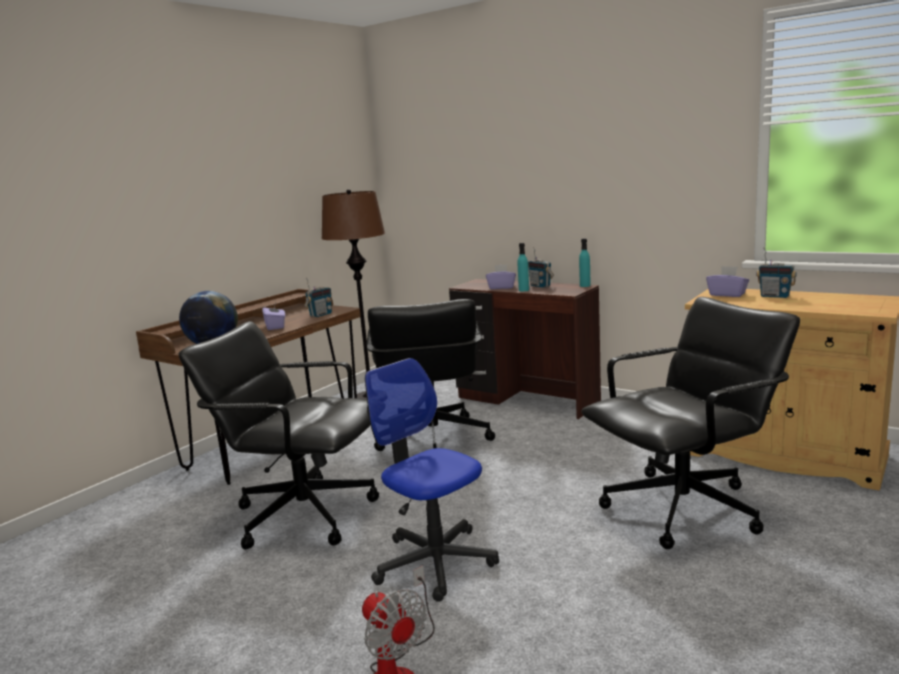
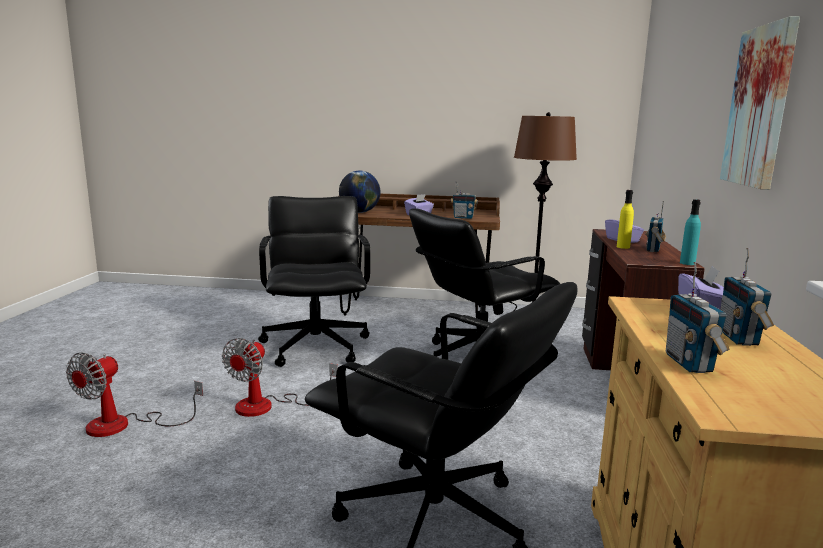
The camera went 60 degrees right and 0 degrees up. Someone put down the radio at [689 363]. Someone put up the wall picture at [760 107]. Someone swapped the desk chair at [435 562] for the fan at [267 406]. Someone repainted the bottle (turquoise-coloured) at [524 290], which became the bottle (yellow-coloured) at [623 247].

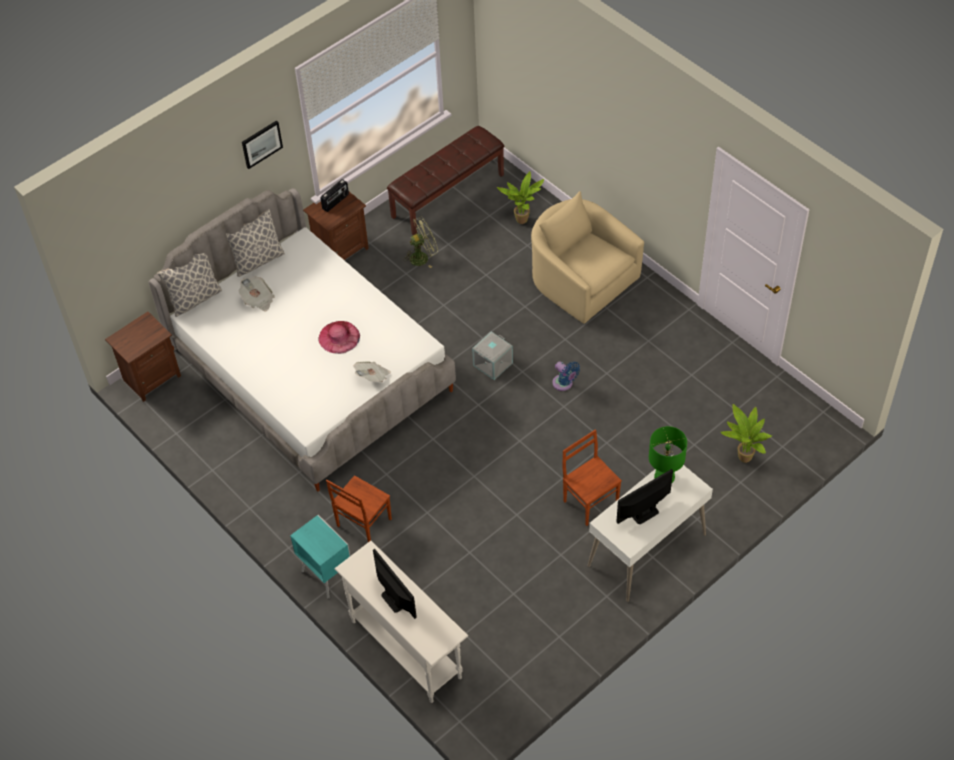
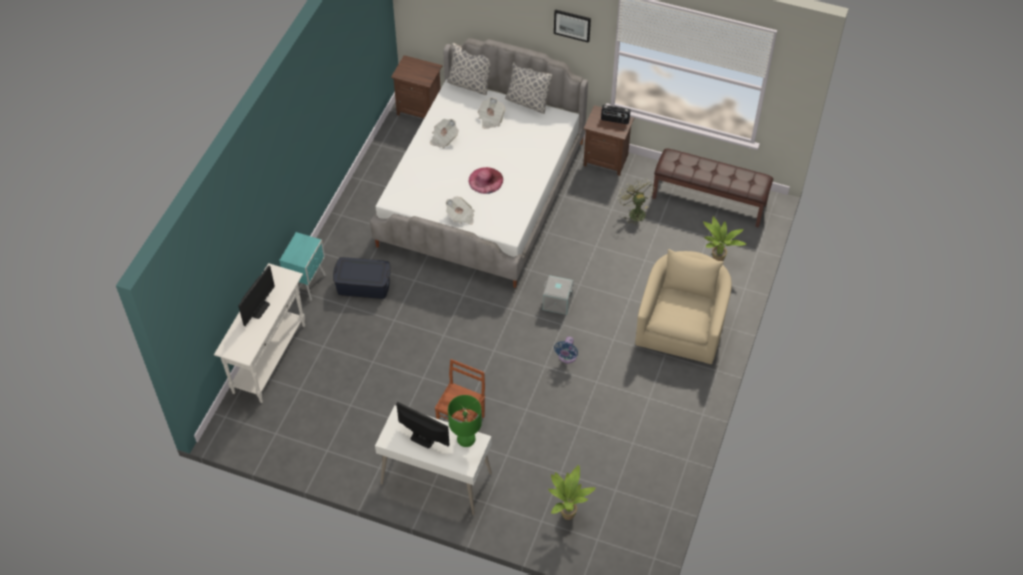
The camera went 60 degrees right and 0 degrees up. Someone put down the printed paper at [443 139]. Someone swapped the chair (brownish) at [363 523] for the storage container (blue-coloured) at [363 285]. Someone rotated the fan (greenish) at [422 257] by 150 degrees counterclockwise.

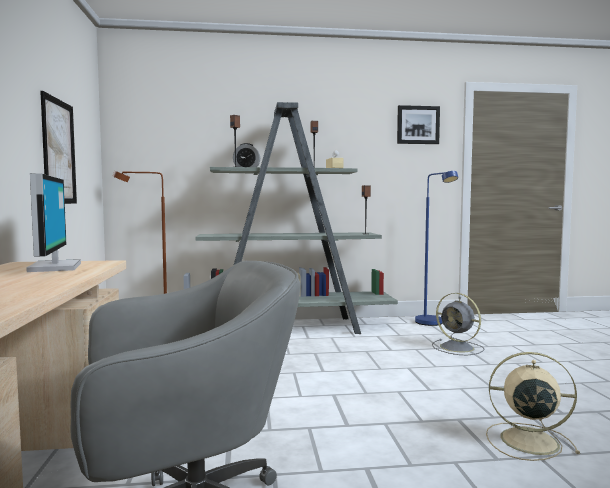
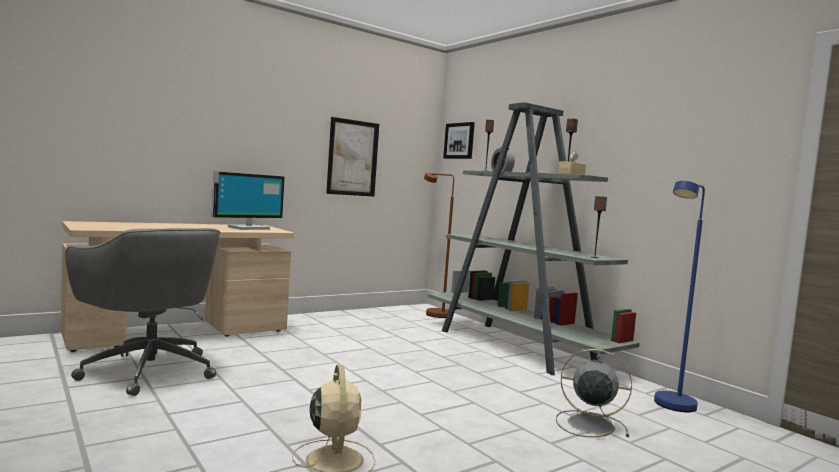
The camera went 60 degrees right and 0 degrees up. Someone carried the wall picture from [418 125] to [459 141]. Someone rotated the fan (greyish) at [458 348] by 90 degrees clockwise.

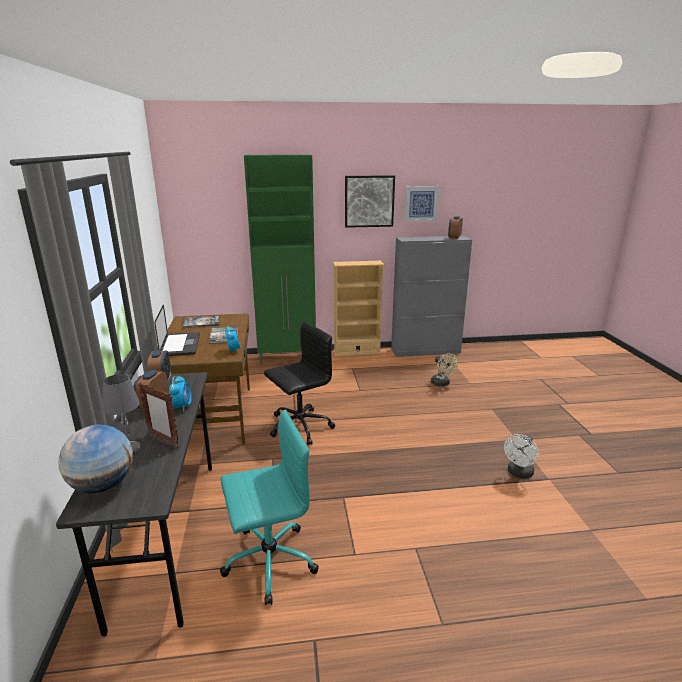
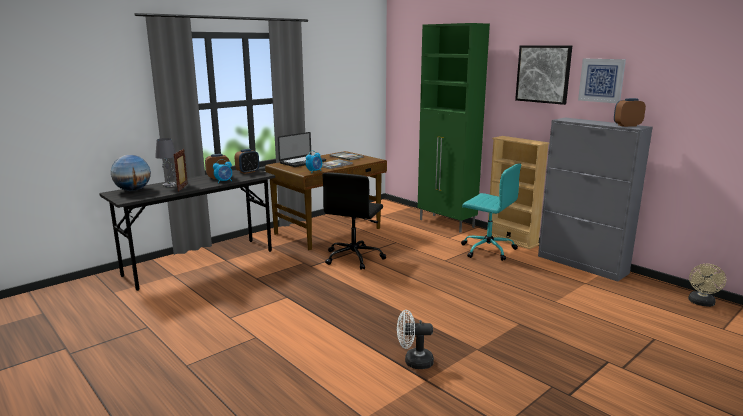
The camera went 55 degrees right and 5 degrees down. Someone carried the desk chair (turquoise-coloured) from [268 561] to [487 249]. Someone carried the fan (sand-coloured) from [442 384] to [701 303]. Someone rotated the desk chair (black) at [299 426] by 90 degrees clockwise.

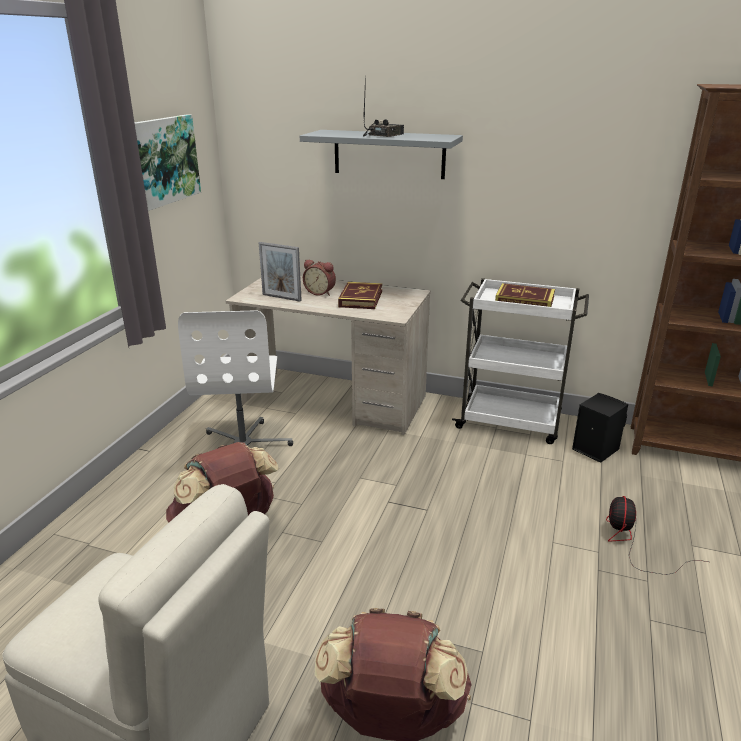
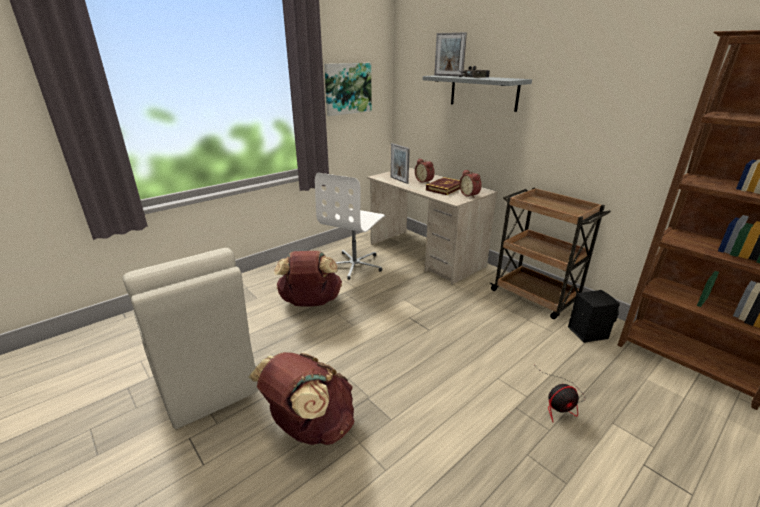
The camera went 30 degrees right and 0 degrees up. Someone took away the book at [524 300]. Someone put down the picture frame at [448 75]. Someone put down the alarm clock at [470 195]. Someone repainted the cart (white) at [511 421], which became the cart (brownish) at [535 297]. Someone rotated the fan at [633 544] by 150 degrees counterclockwise.

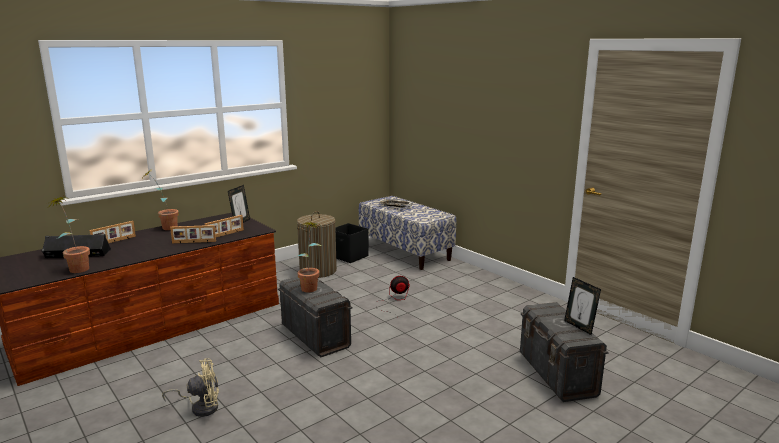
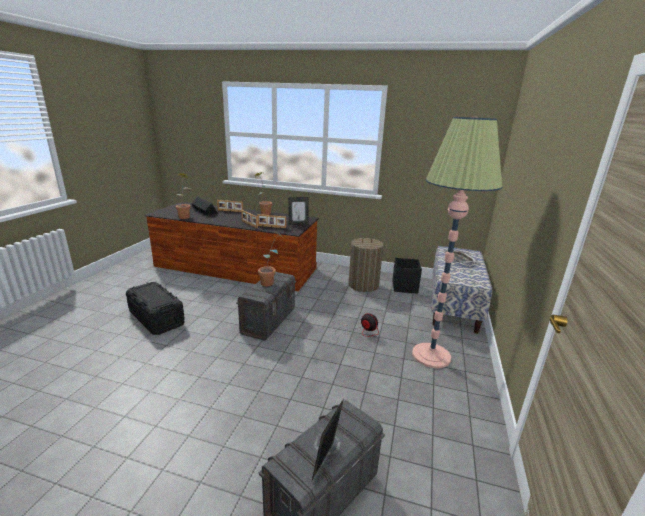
The camera went 55 degrees right and 5 degrees up. Someone put down the floor lamp at [431 355]. Someone swapped the fan (sand-coloured) at [201 407] for the storage container (black) at [156 318].

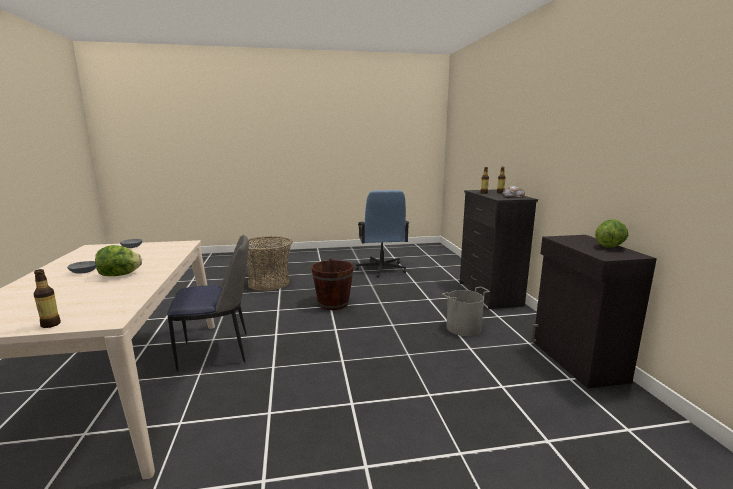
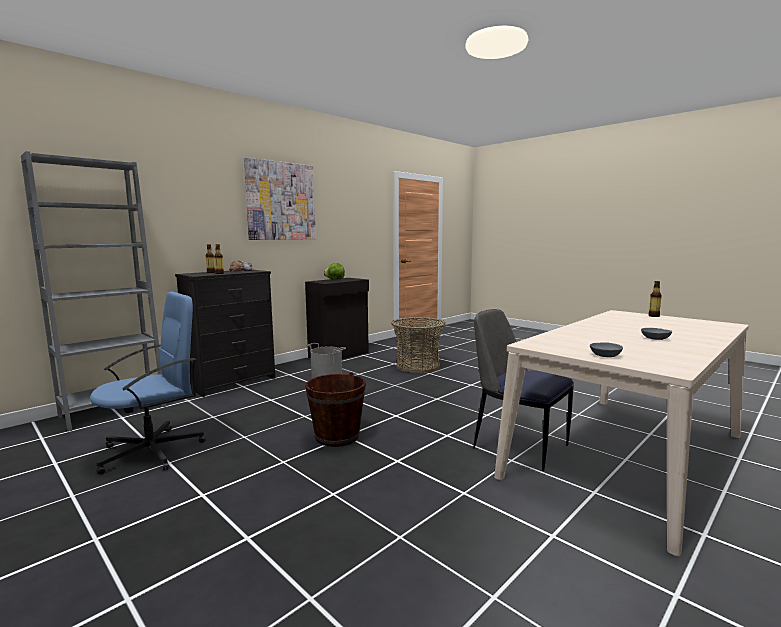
The camera went 125 degrees left and 5 degrees down. Someone took away the head of lettuce at [120 275]. Someone put down the shelving unit (greyish) at [113 411]. Someone put up the wall picture at [280 201]. Someone carried the household basket from [268 283] to [418 366].

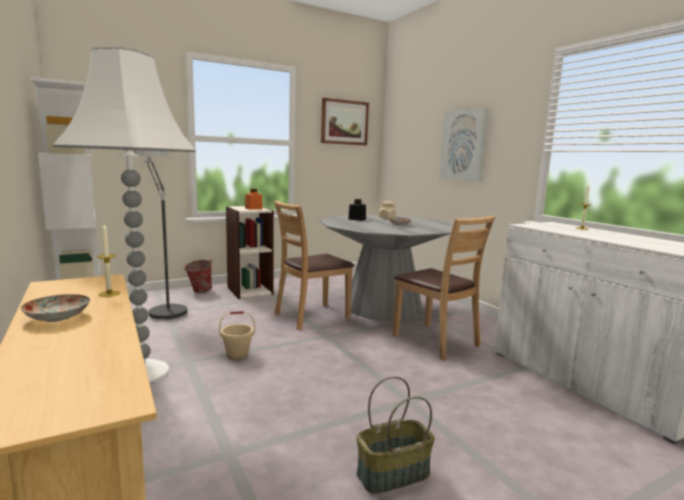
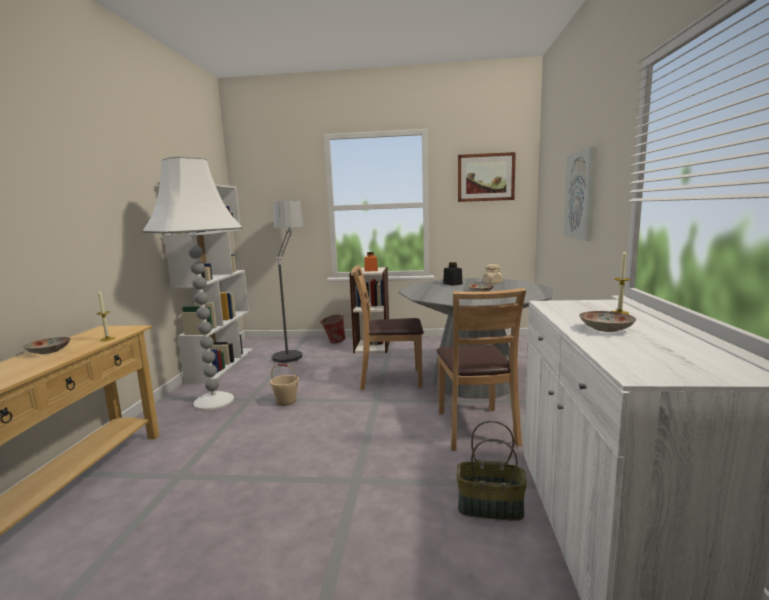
The camera went 35 degrees right and 0 degrees up. Someone put down the flat dish at [606 329]. Someone carried the household basket from [393 475] to [489 508].

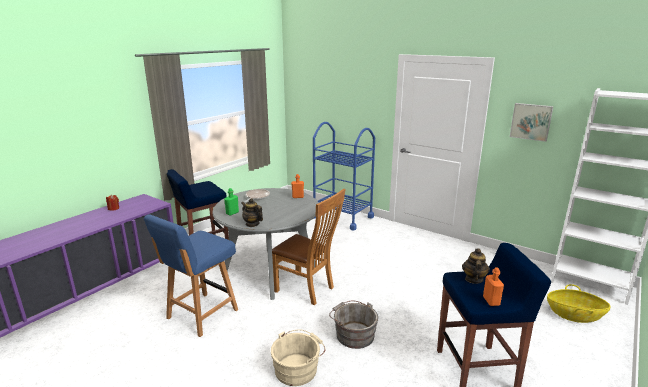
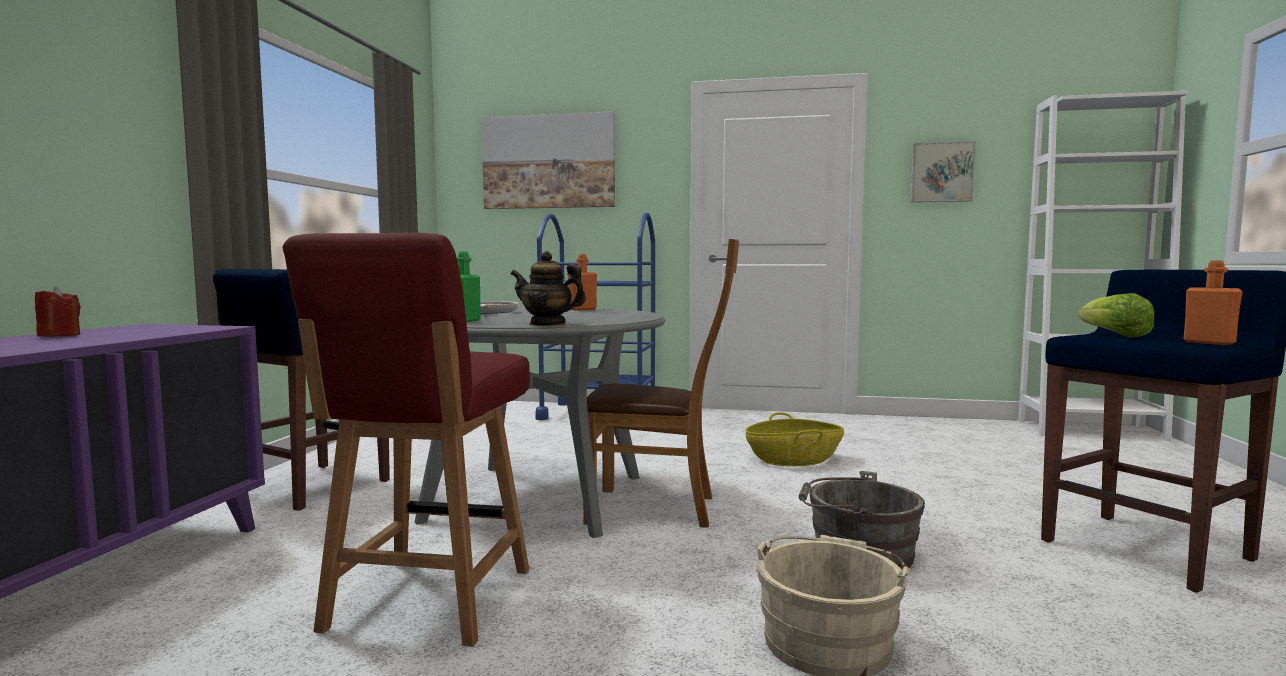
The camera went 25 degrees left and 15 degrees down. Someone put up the wall picture at [549 162]. Someone carried the household basket from [574 315] to [794 460]. Someone swapped the teapot at [473 279] for the head of lettuce at [1114 335]. Someone repainted the chair (blue-coloured) at [201 315], which became the chair (reddish) at [428 601].

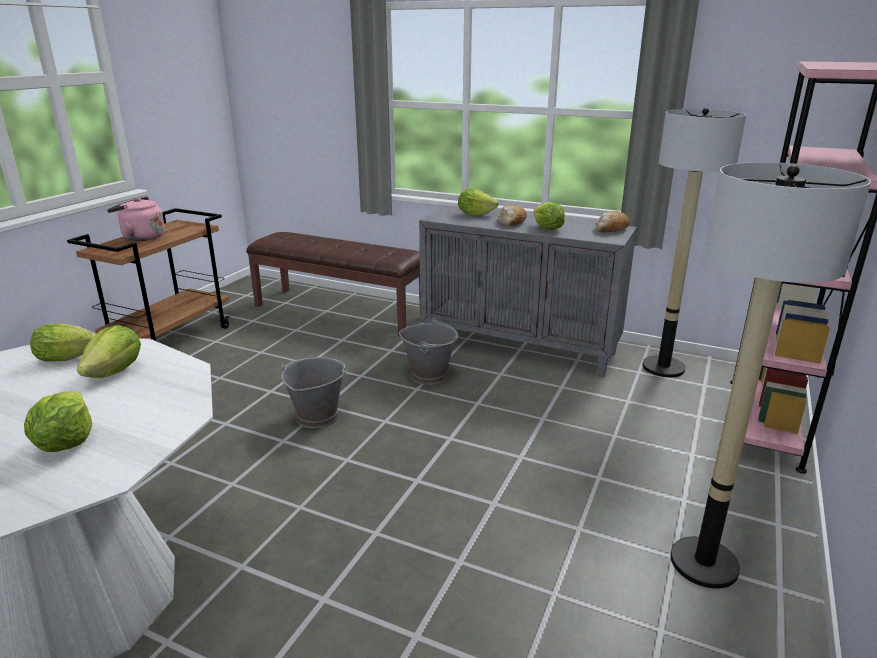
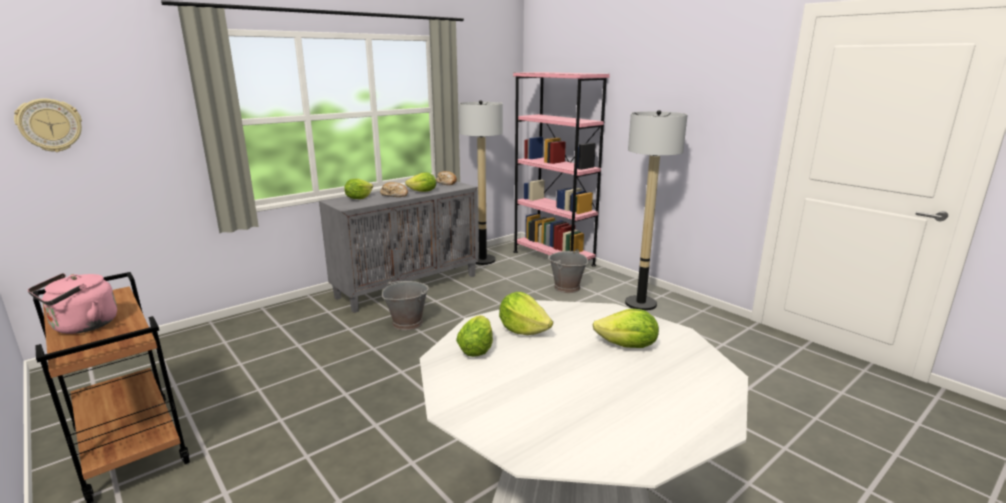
The camera went 65 degrees left and 5 degrees down. Someone took away the bench (brownish) at [340 311]. Someone put up the wall clock at [50 125]. Someone carried the pail (greyish) from [317 416] to [566 288].

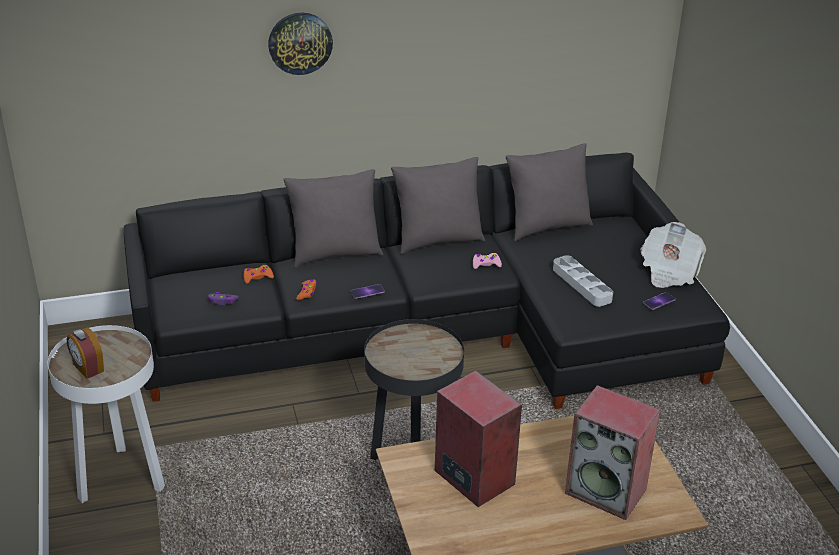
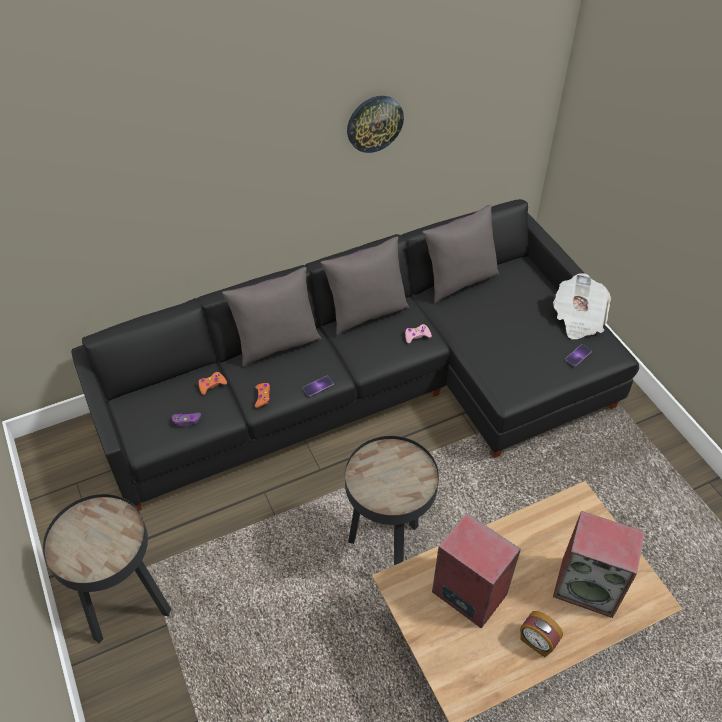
The camera went 10 degrees left and 15 degrees up. Someone took away the carrying tray (greyish) at [581 284]. Someone carried the alarm clock from [87 368] to [537 642]. Someone carried the wall clock from [300 43] to [374 123]. Someone repainted the accent table (white) at [122 479], which became the accent table (black) at [129 608].

